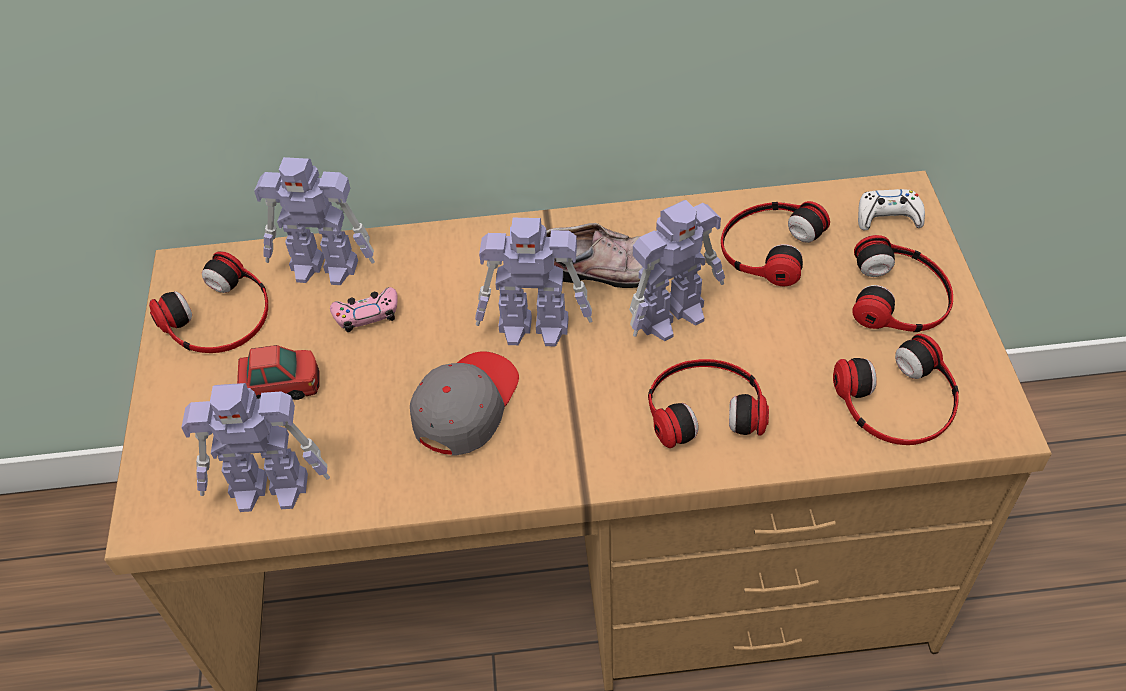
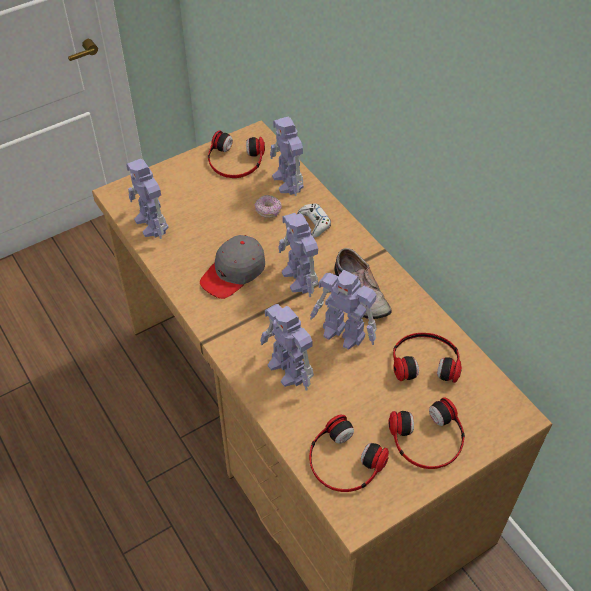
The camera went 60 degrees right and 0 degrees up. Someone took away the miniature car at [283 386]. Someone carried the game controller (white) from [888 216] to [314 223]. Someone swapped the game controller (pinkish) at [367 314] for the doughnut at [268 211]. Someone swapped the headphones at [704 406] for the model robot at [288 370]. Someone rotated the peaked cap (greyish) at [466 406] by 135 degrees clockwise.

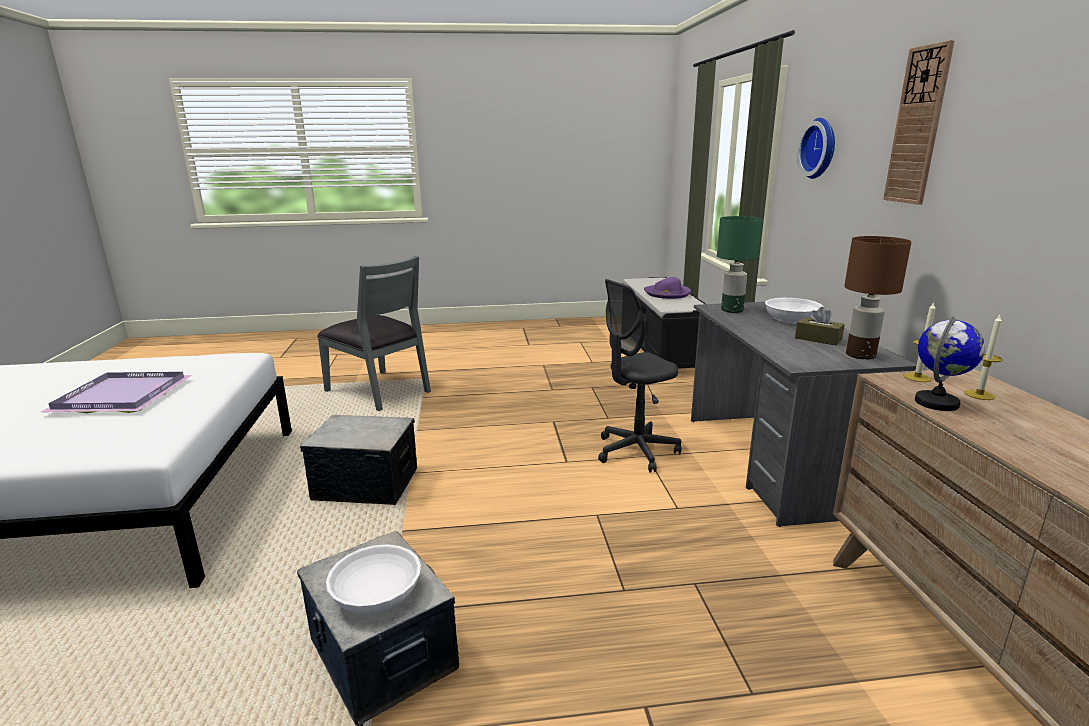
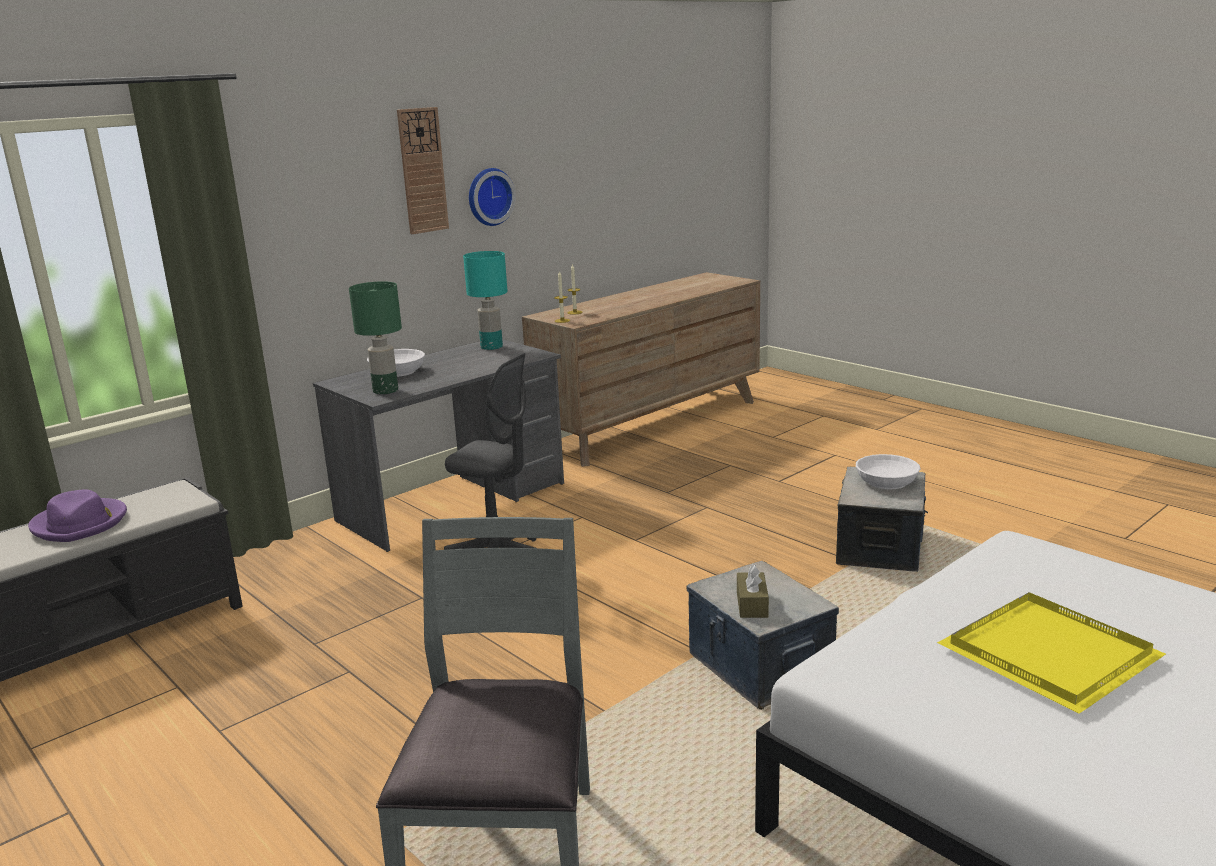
The camera went 125 degrees left and 0 degrees up. Someone took away the world globe at [937 403]. Someone carried the box of tissues (brownish) from [818 339] to [752 604]. Someone carried the wall clock from [821 148] to [489 196]. Someone repainted the carrying tray (purplish) at [121 395], which became the carrying tray (yellow-coloured) at [1049 657]. Someone repainted the tabletop lamp (brownish) at [860 355], which became the tabletop lamp (turquoise-coloured) at [492 347].

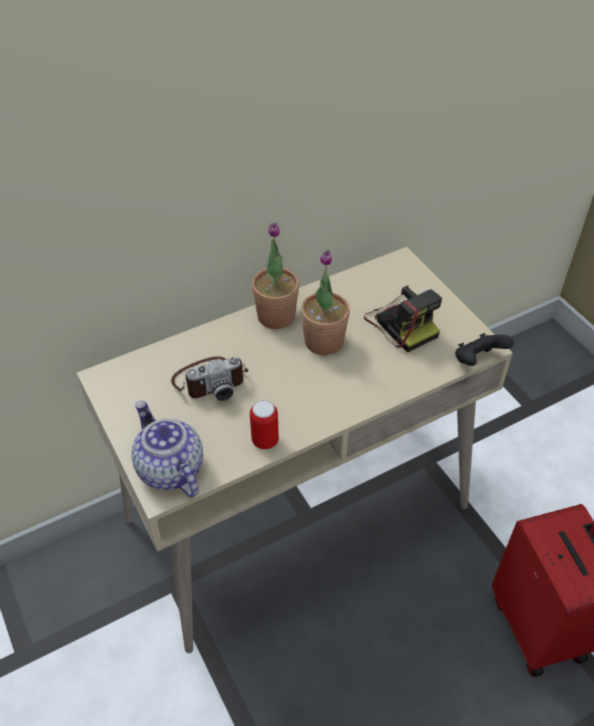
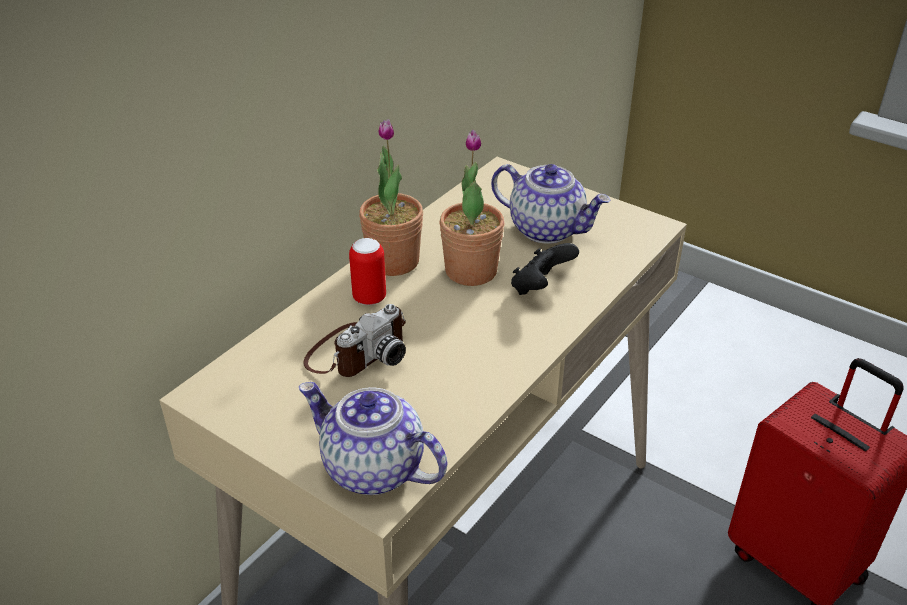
The camera went 25 degrees left and 10 degrees down. Someone carried the sealed can from [265 441] to [369 298]. Someone carried the game controller (black) from [477 361] to [540 288]. Someone swapped the still camera at [401 323] for the teapot at [547 229].

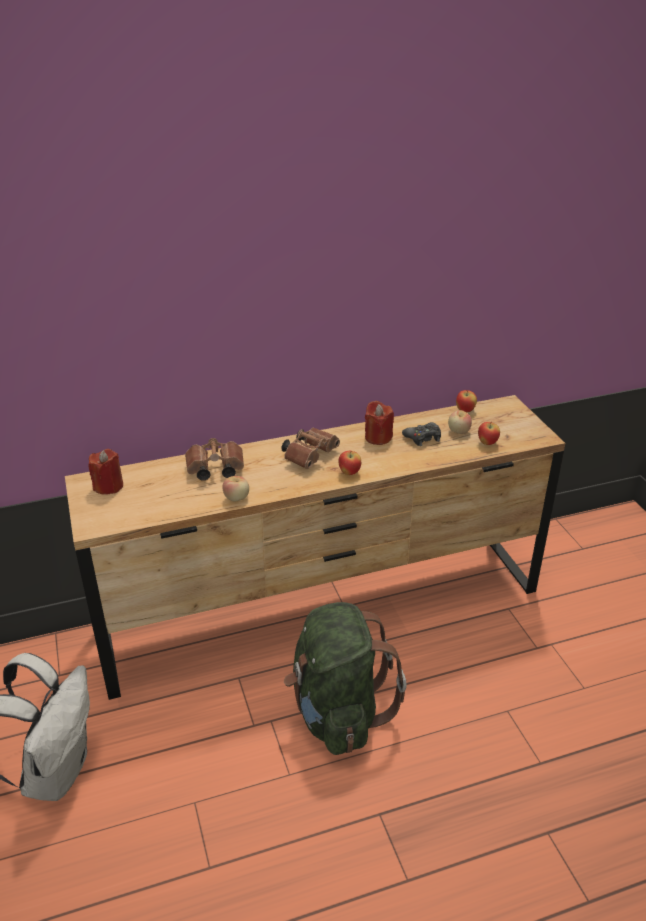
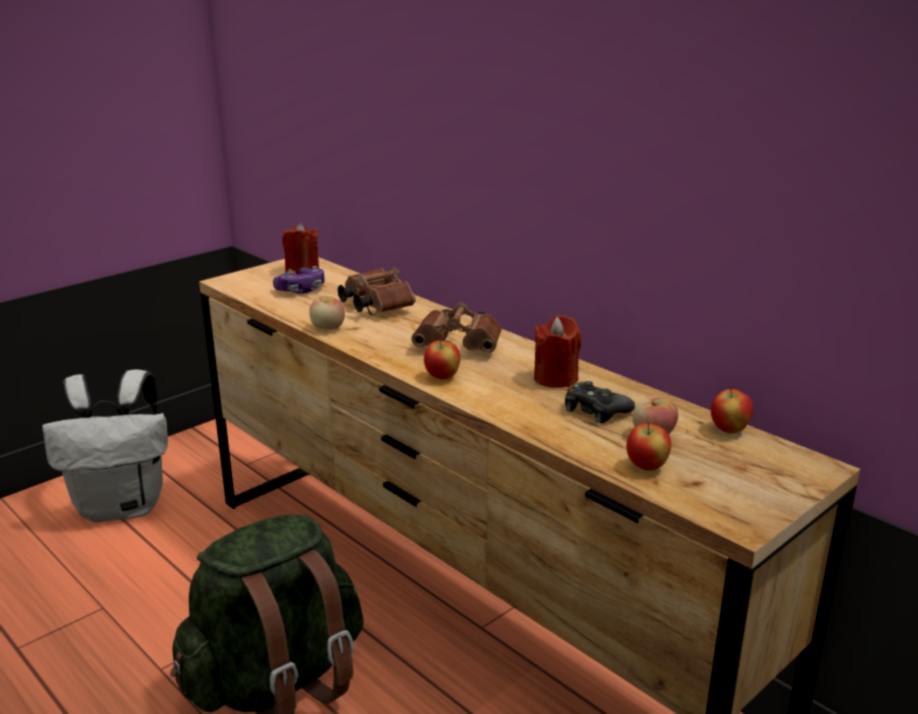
The camera went 65 degrees right and 10 degrees down. Someone put down the game controller at [301 290].

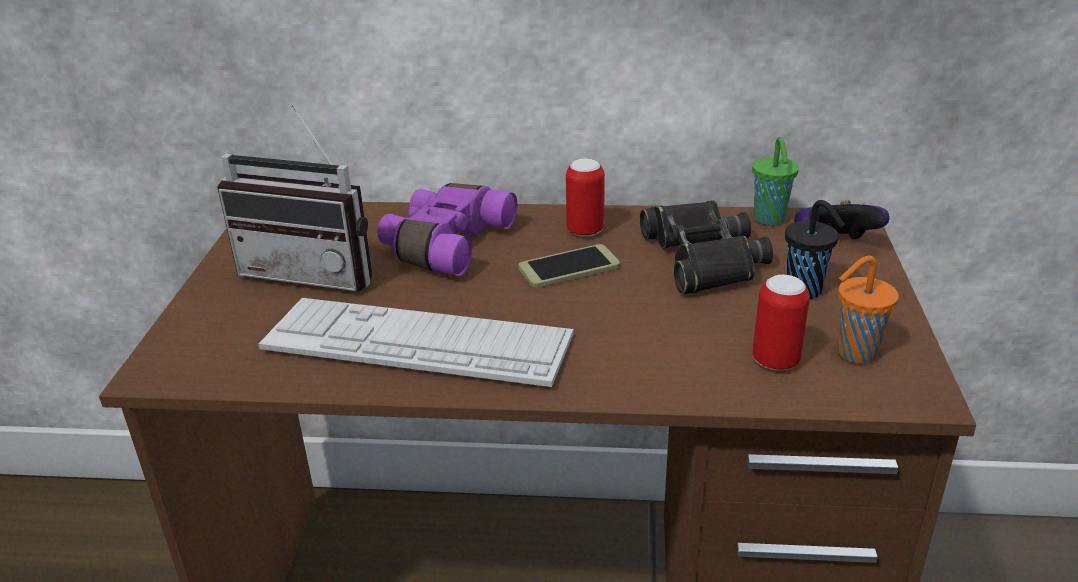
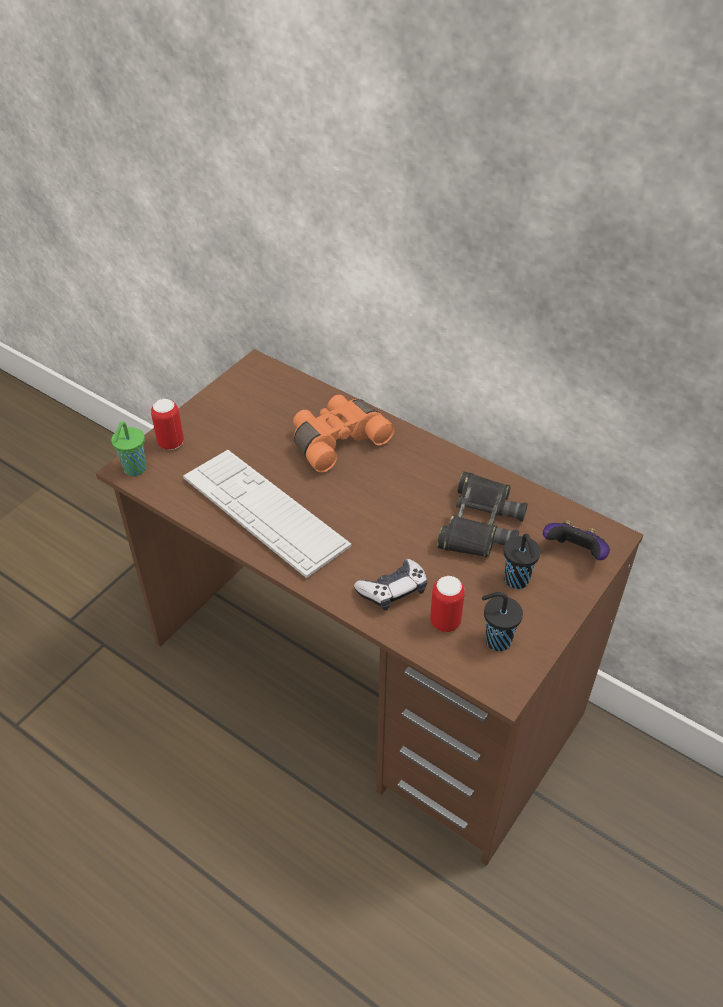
The camera went 30 degrees right and 15 degrees up. Someone took away the radio at [315 271]. Someone took away the phone at [569 267]. Someone put down the game controller at [393 590]. Someone carried the sealed can from [585 231] to [171 443]. Someone carried the cup (greenish) from [770 220] to [134 470]. Someone repainted the field glasses (purplish) at [444 244], which became the field glasses (orangey) at [336 440]. Someone repainted the cup (orangey) at [854 354], which became the cup (black) at [496 640].

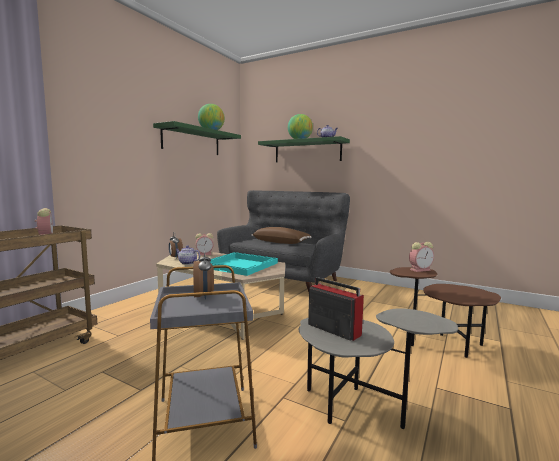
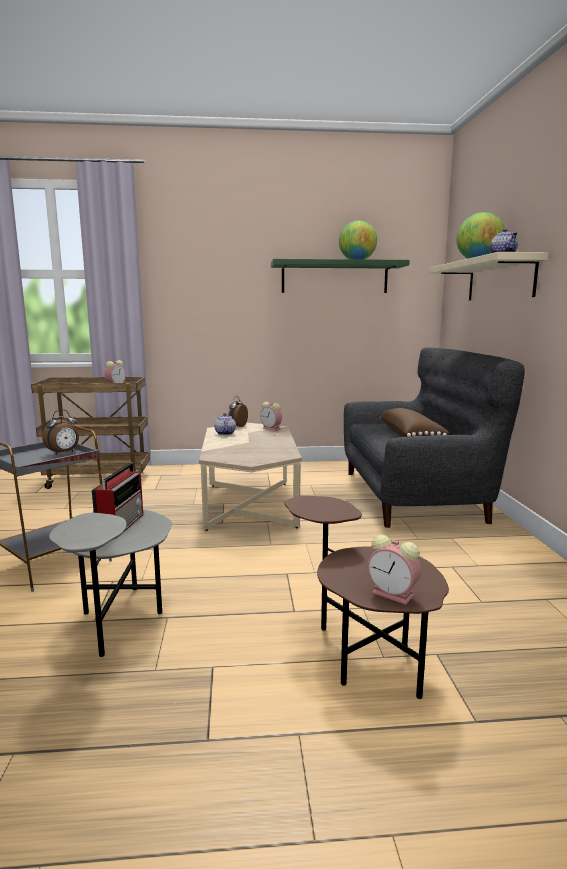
The camera went 55 degrees right and 5 degrees up. Someone took away the carrying tray (turquoise-coloured) at [240 265]. Someone carried the alarm clock from [420 270] to [394 595]. Someone repainted the shelf (greenish) at [307 151], which became the shelf (sand-coloured) at [500 280].

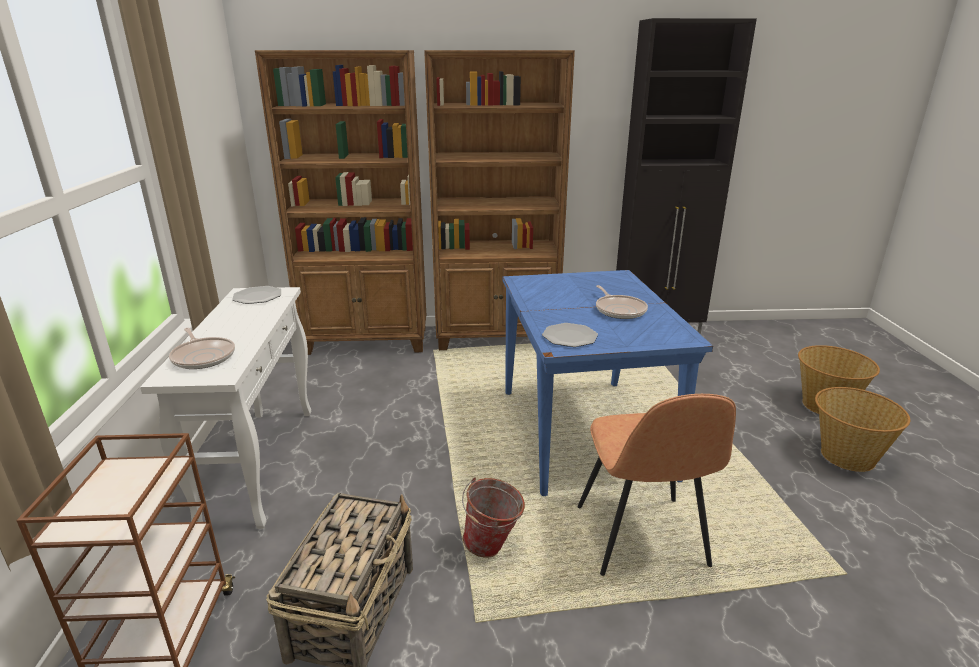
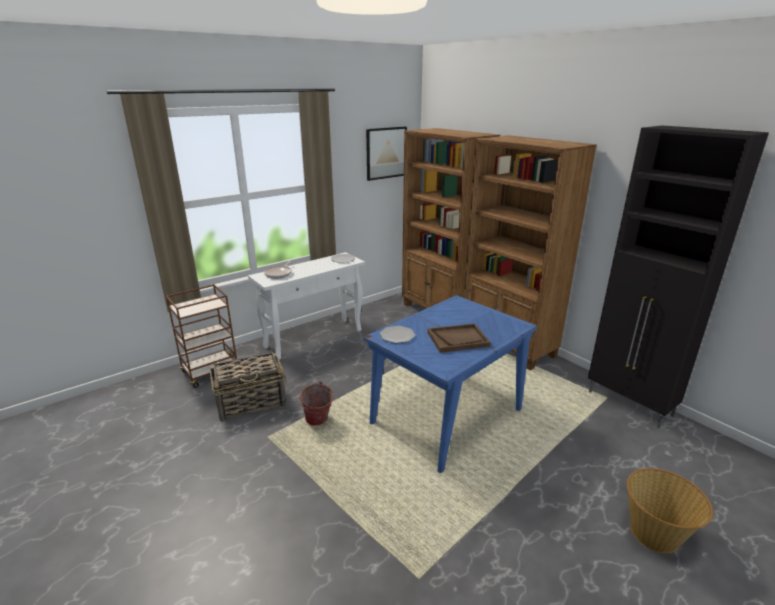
The camera went 55 degrees right and 0 degrees up. Someone took away the chair (brownish) at [641 538]. Someone took away the household basket at [846 456]. Someone put up the wall picture at [386 153]. Someone swapped the pan at [619 310] for the carrying tray (brownish) at [458 339].

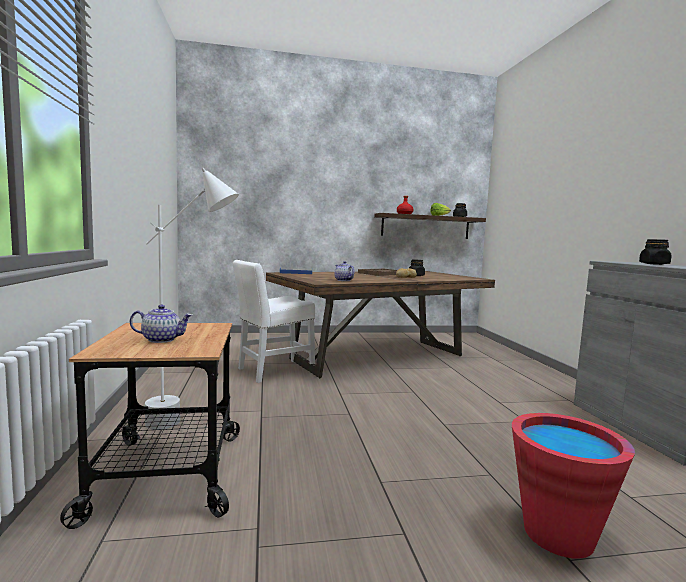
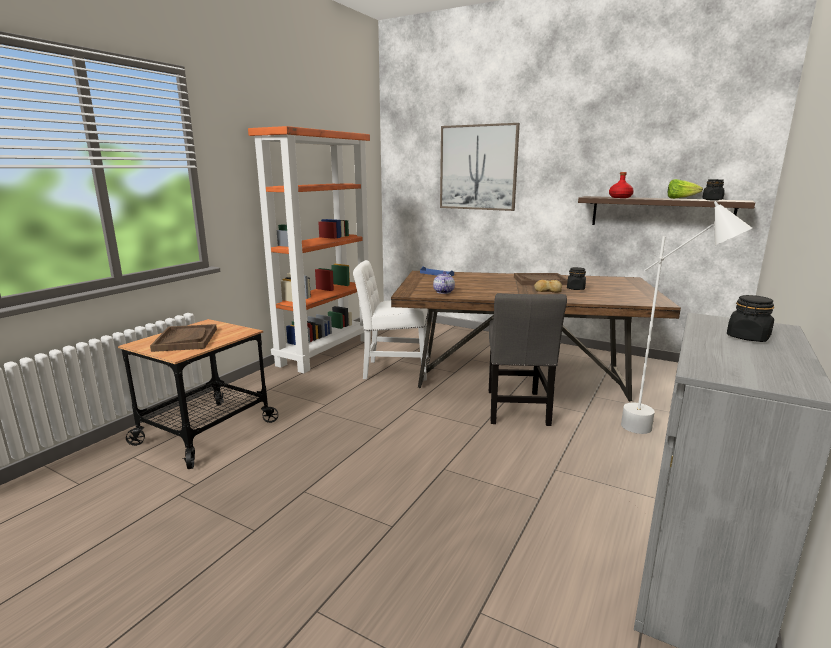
The camera went 40 degrees right and 10 degrees up. Someone took away the pail (reddish) at [558 534]. Someone put down the shelving unit (orangey) at [326 351]. Someone put up the wall picture at [478 167]. Someone put down the chair (greyish) at [517 410]. Someone carried the floor lamp (white) from [190 422] to [662 434]. Someone swapped the teapot at [162 339] for the carrying tray (brownish) at [185 339].

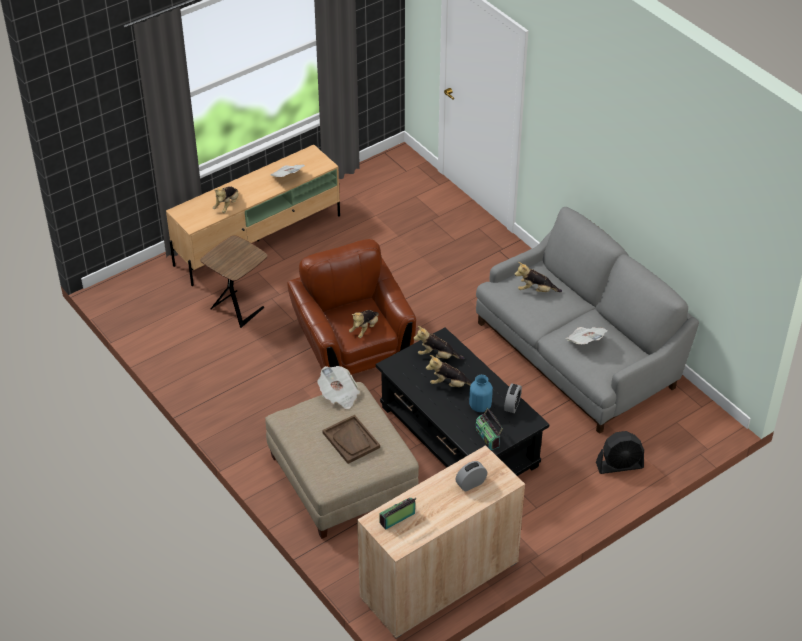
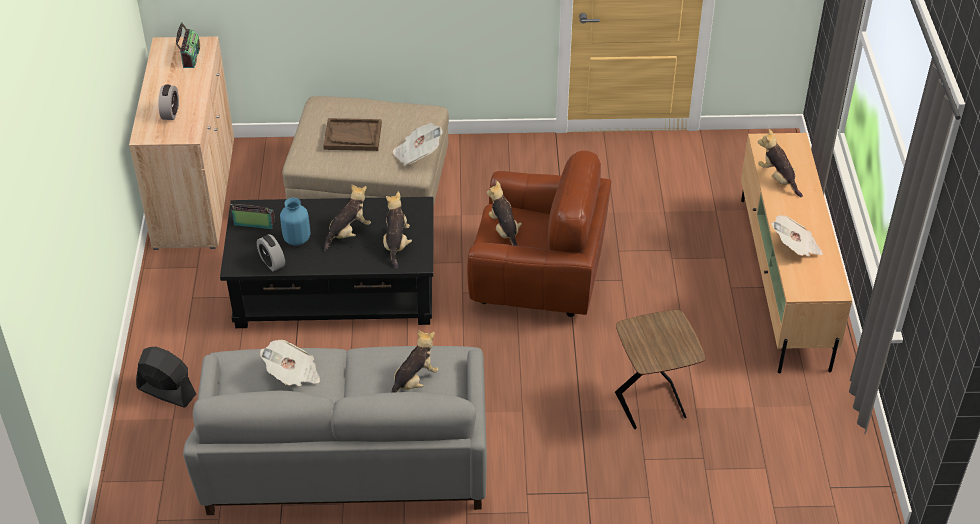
The camera went 125 degrees right and 0 degrees up. Someone carried the accent table (brownish) from [238 308] to [653 406]. Someone rotated the plush toy at [437 356] by 45 degrees counterclockwise. Someone rotated the fan (black) at [619 465] by 90 degrees clockwise.

